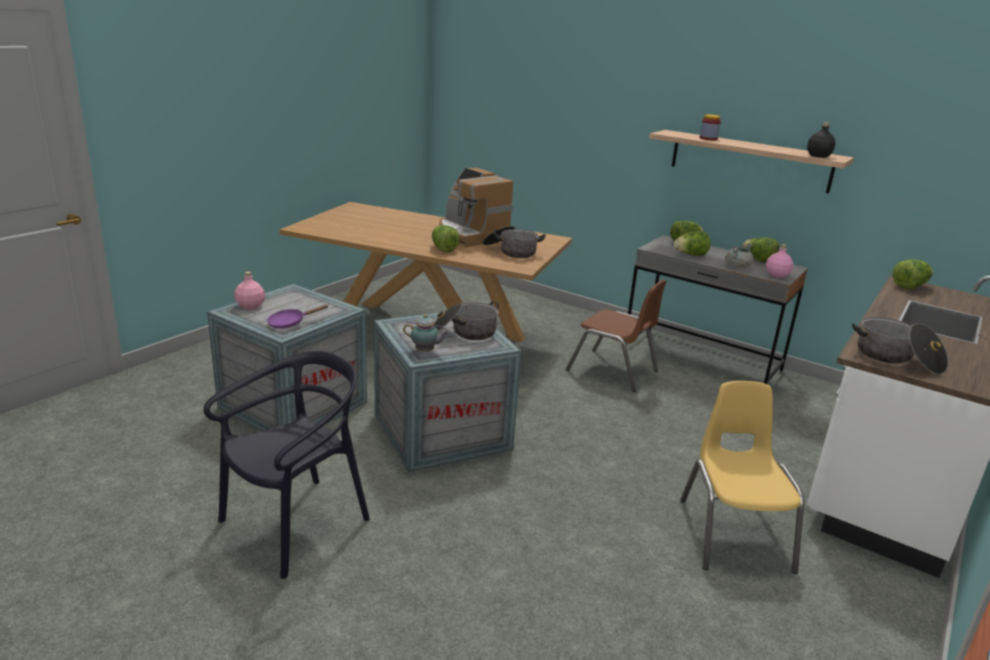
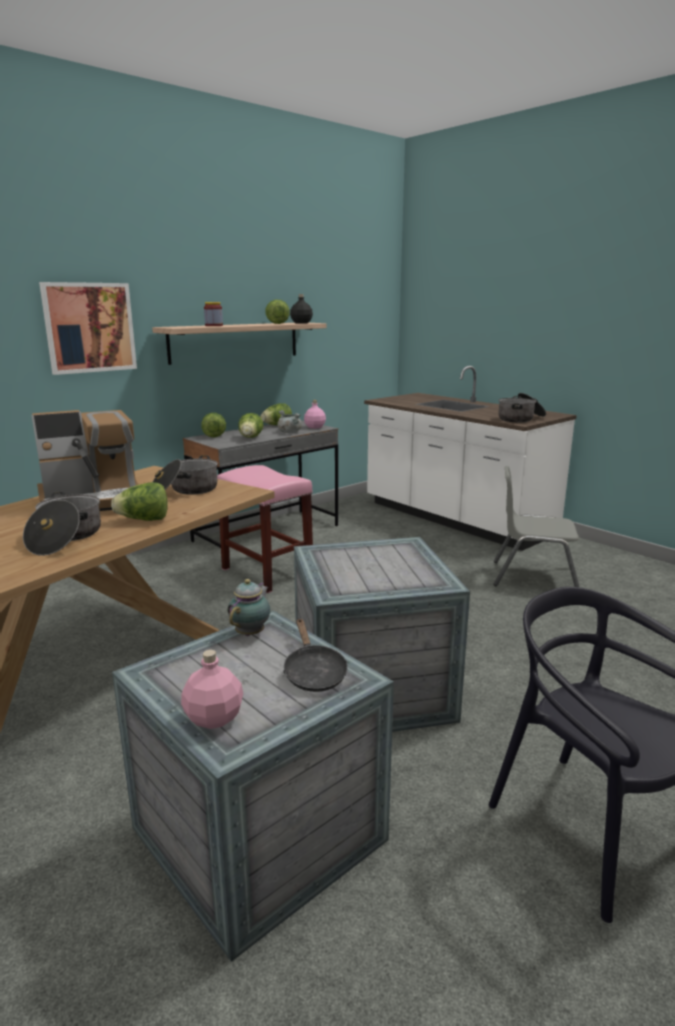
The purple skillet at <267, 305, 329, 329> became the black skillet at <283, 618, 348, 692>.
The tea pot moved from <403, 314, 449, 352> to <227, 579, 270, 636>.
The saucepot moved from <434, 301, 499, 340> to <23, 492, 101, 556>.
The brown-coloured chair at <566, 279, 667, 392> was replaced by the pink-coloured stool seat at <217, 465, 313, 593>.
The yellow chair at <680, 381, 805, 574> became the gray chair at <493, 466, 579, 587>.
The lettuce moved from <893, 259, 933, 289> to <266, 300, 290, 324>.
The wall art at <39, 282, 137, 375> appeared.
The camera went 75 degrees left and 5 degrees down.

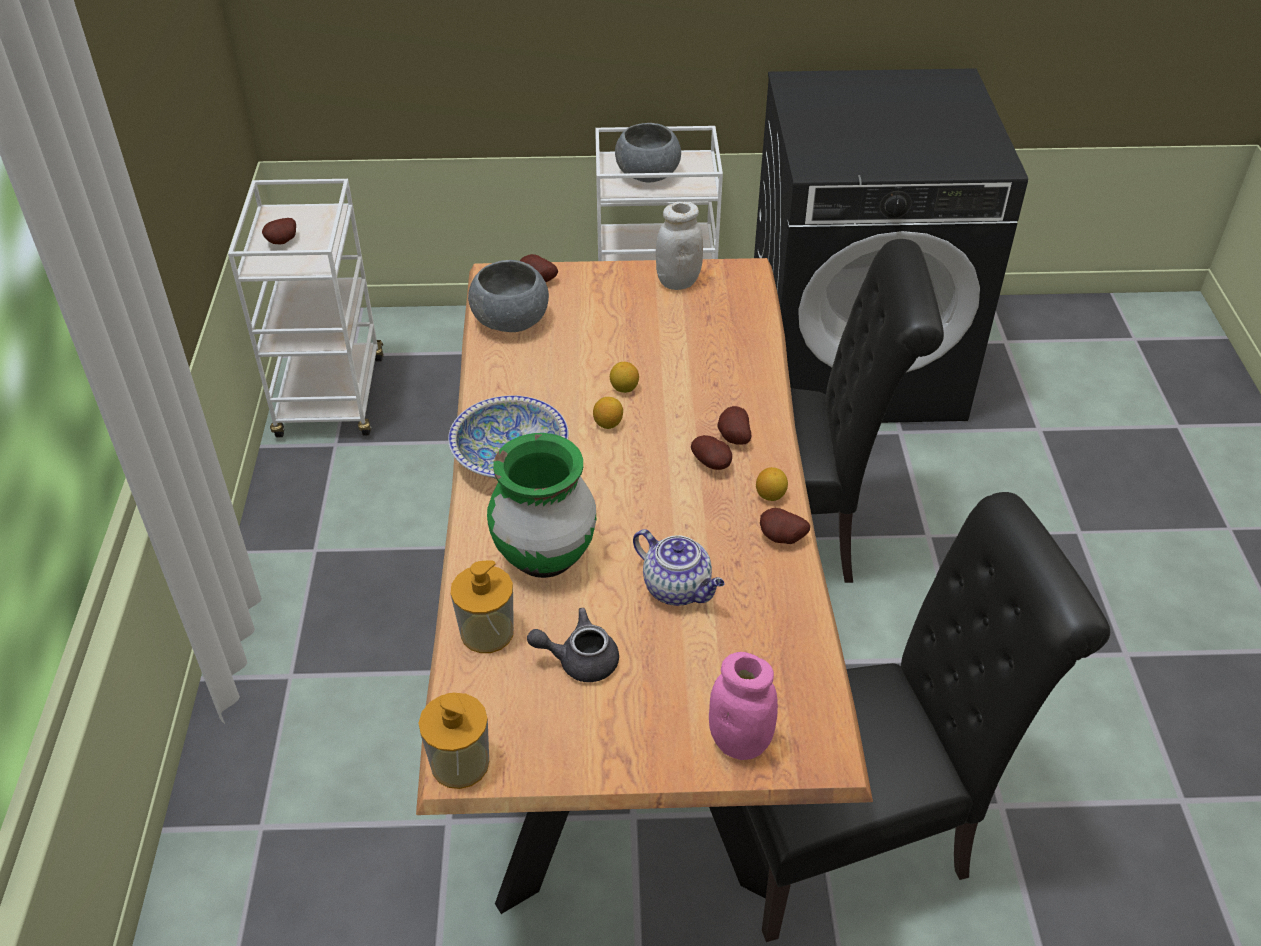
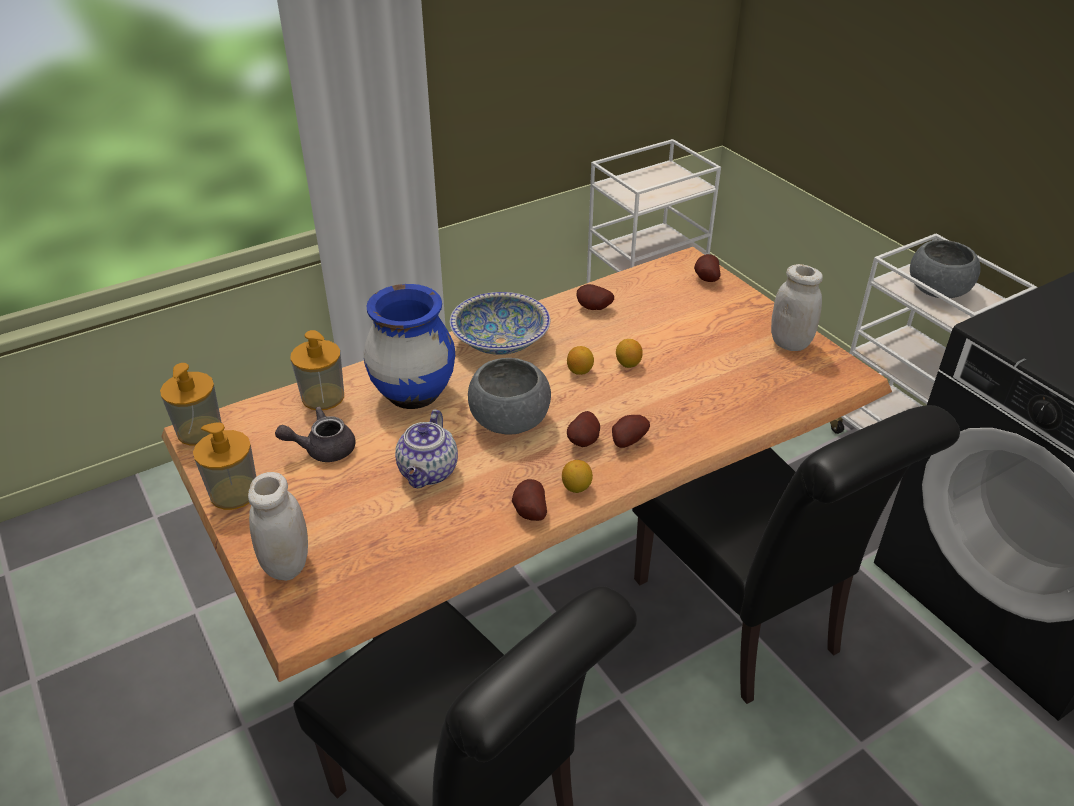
The potato moved from <262, 218, 296, 244> to <576, 284, 614, 310>.
The gray serving bowl moved from <468, 260, 549, 332> to <468, 358, 551, 435>.
The green-coloured flower vase at <487, 433, 596, 578> became the blue flower vase at <363, 284, 455, 409>.
The gray tea pot at <527, 608, 619, 682> turned 75 degrees counterclockwise.
The pink-coloured preserve jar at <709, 652, 778, 760> became the whitish preserve jar at <248, 472, 308, 581>.
The liquid soap bottle at <193, 422, 256, 510> appeared.
The camera went 60 degrees right and 5 degrees down.

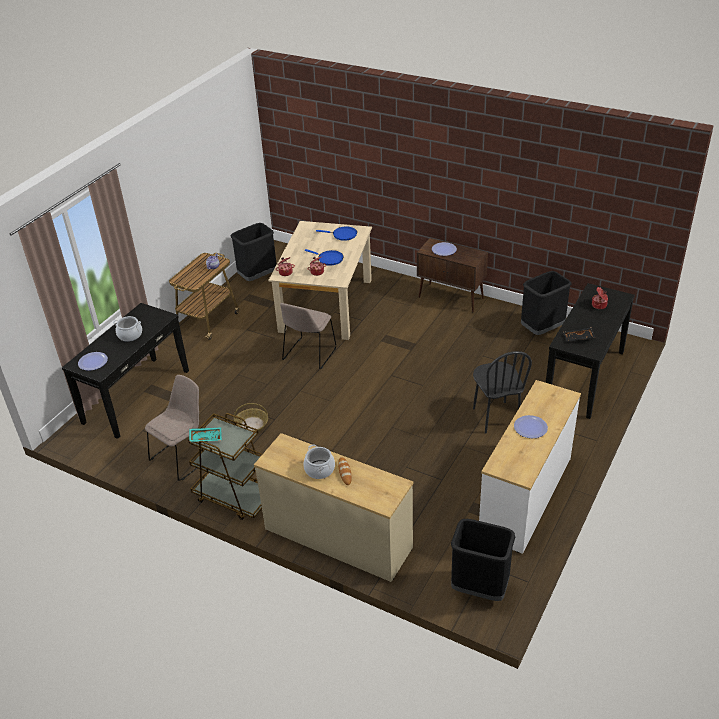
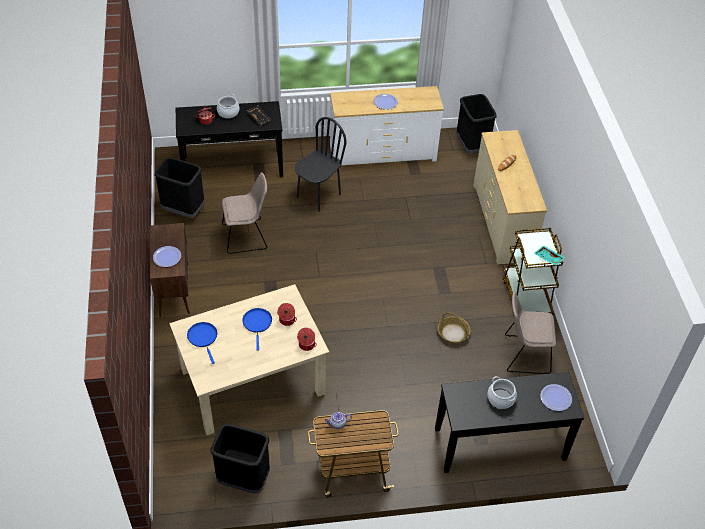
The beige-coloured chair moved from <280, 303, 336, 369> to <222, 172, 267, 254>.
The saucepot moved from <303, 444, 335, 479> to <217, 94, 239, 119>.
The camera went 130 degrees left and 10 degrees up.

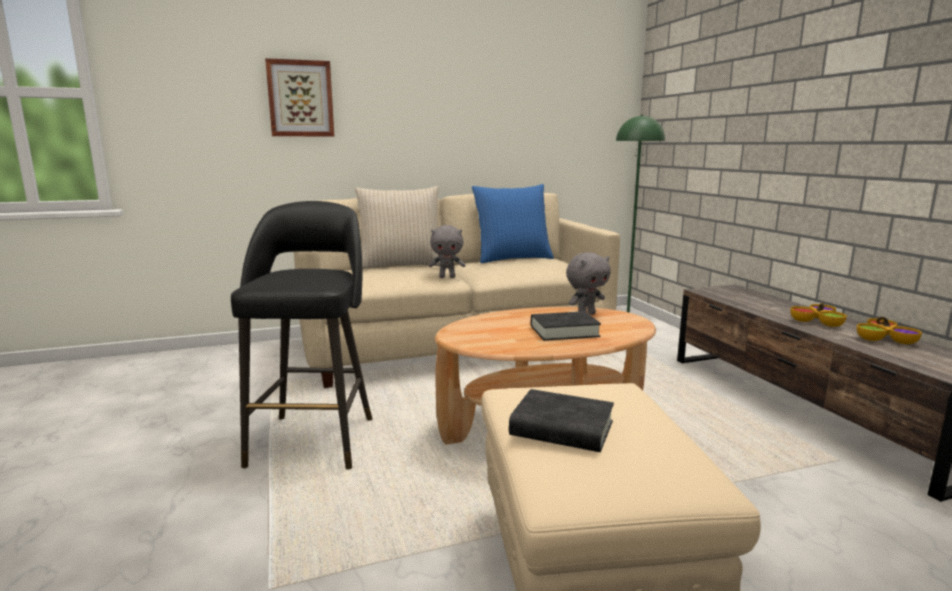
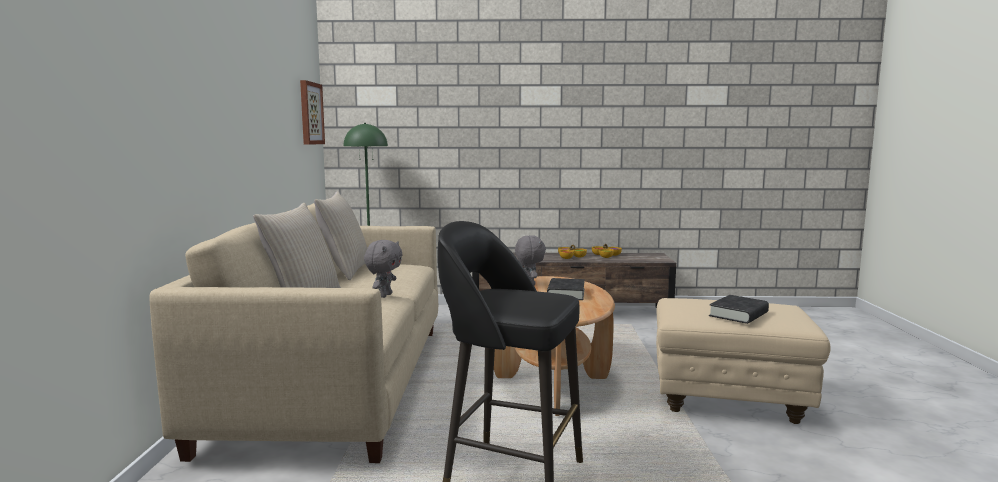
The wall art moved from <265, 58, 334, 137> to <300, 80, 325, 145>.
The blue cushion at <472, 184, 554, 263> became the beige-coloured cushion at <314, 191, 367, 280>.
The camera went 70 degrees left and 5 degrees down.

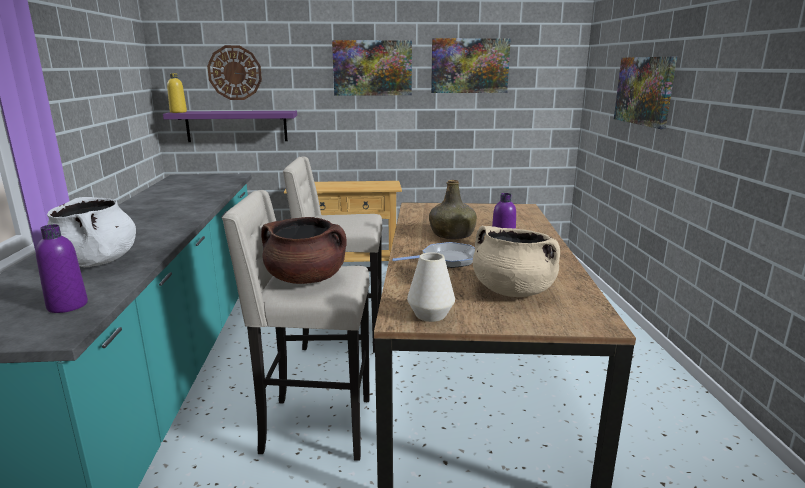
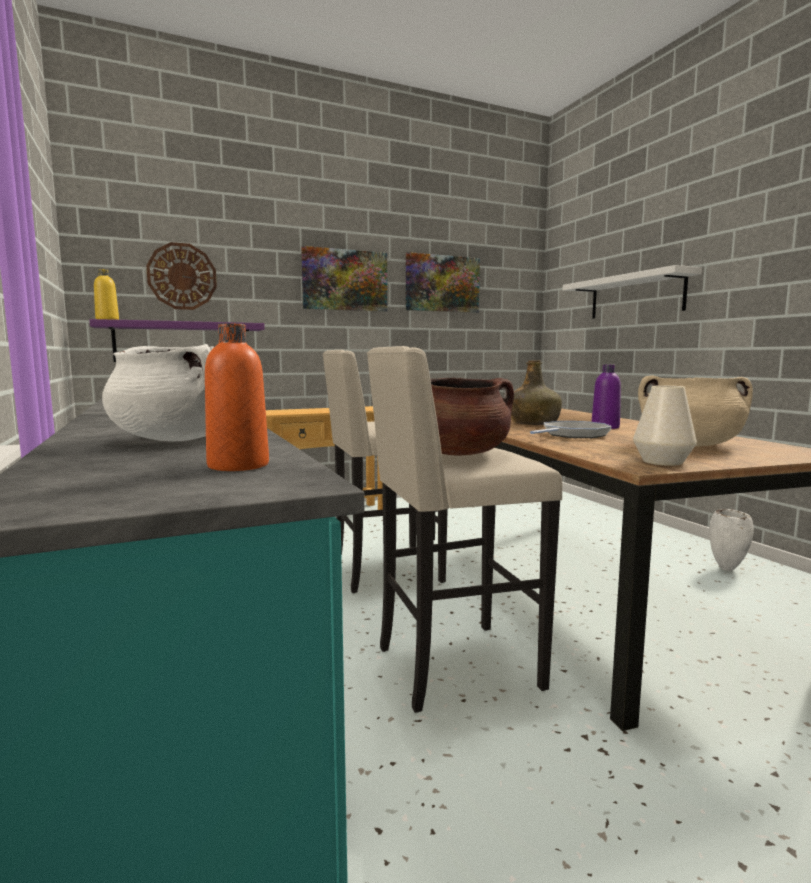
The purple drink bottle at <36, 224, 88, 313> became the orange-coloured drink bottle at <205, 323, 269, 471>.
The wall art at <614, 57, 677, 129> was replaced by the whitish bracket shelf at <563, 265, 702, 319>.
The whitish flower vase at <709, 509, 754, 571> appeared.
The camera went 20 degrees left and 10 degrees down.

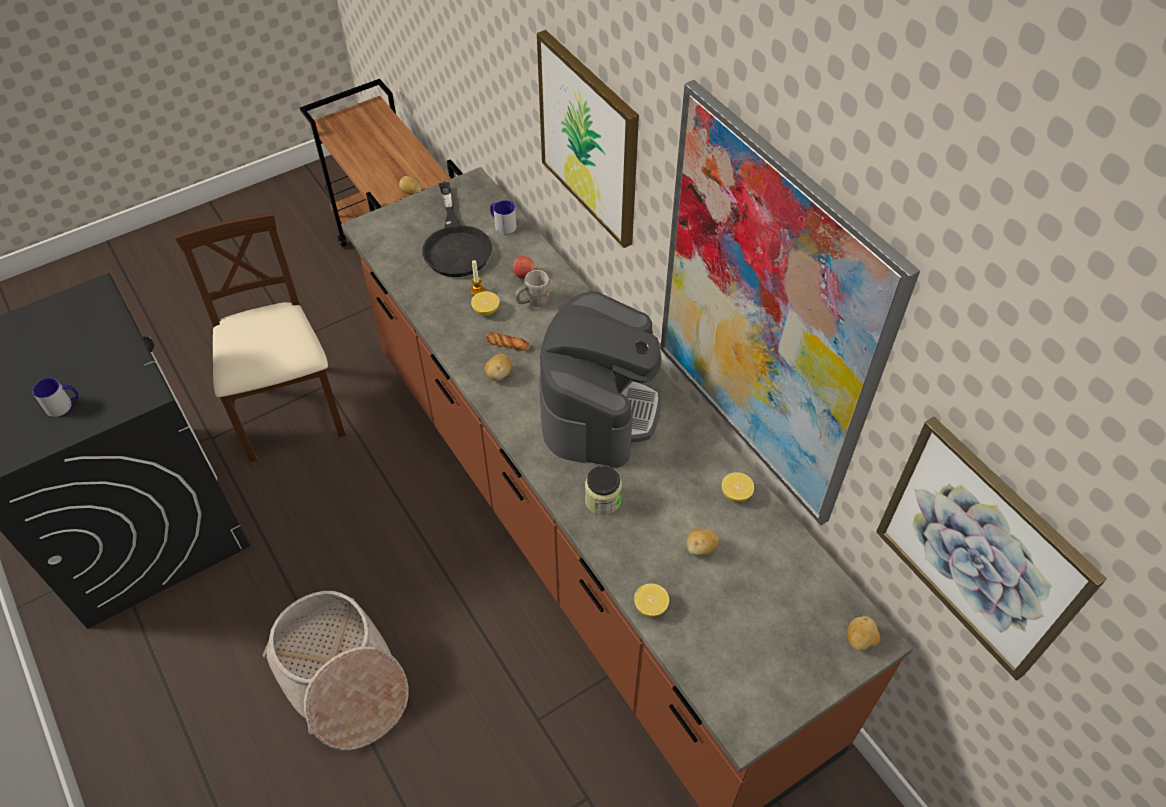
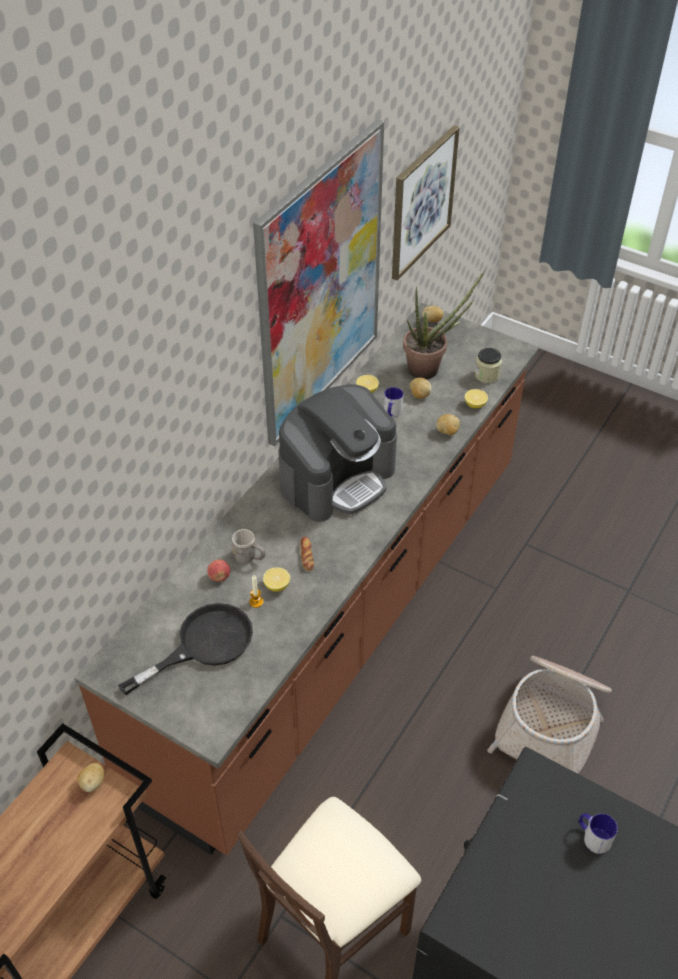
The potato moved from <485, 354, 512, 381> to <436, 414, 460, 435>.
The mug moved from <490, 200, 516, 234> to <384, 387, 404, 417>.
The wall art at <537, 30, 639, 248> disappeared.
The coffee maker at <539, 292, 662, 468> turned 150 degrees clockwise.
The preserve jar moved from <585, 466, 622, 515> to <475, 348, 502, 383>.
The houseplant at <403, 270, 485, 379> appeared.
The camera went 115 degrees left and 5 degrees down.

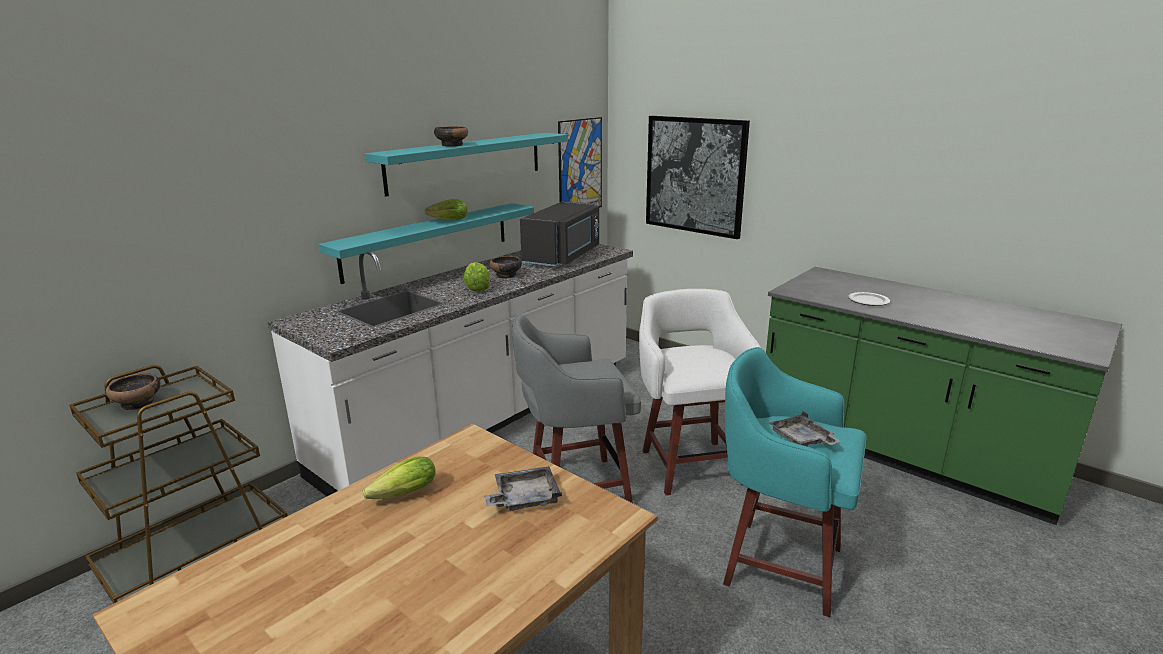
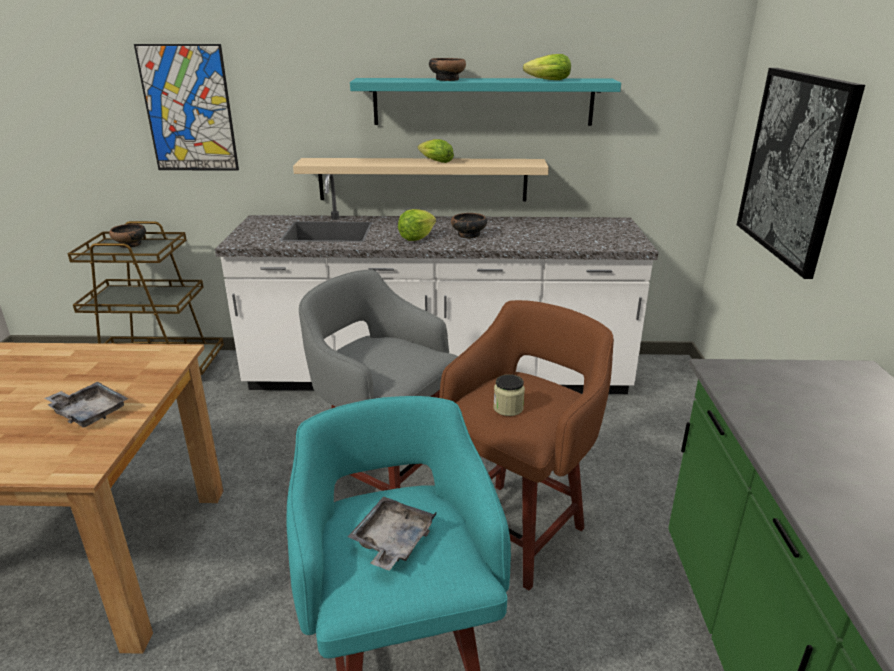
The turquoise bracket shelf at <318, 203, 534, 284> became the beige-coloured bracket shelf at <293, 158, 549, 201>.
The lettuce moved from <363, 457, 436, 499> to <523, 54, 571, 80>.
The black kitchen microwave at <520, 201, 599, 266> disappeared.
The wall art moved from <558, 117, 602, 208> to <134, 44, 239, 171>.
The whitish stool seat at <639, 289, 761, 495> became the brown-coloured stool seat at <439, 300, 614, 590>.
The plate at <848, 292, 890, 306> disappeared.
The preserve jar at <493, 374, 525, 416> appeared.
The camera went 50 degrees right and 5 degrees up.

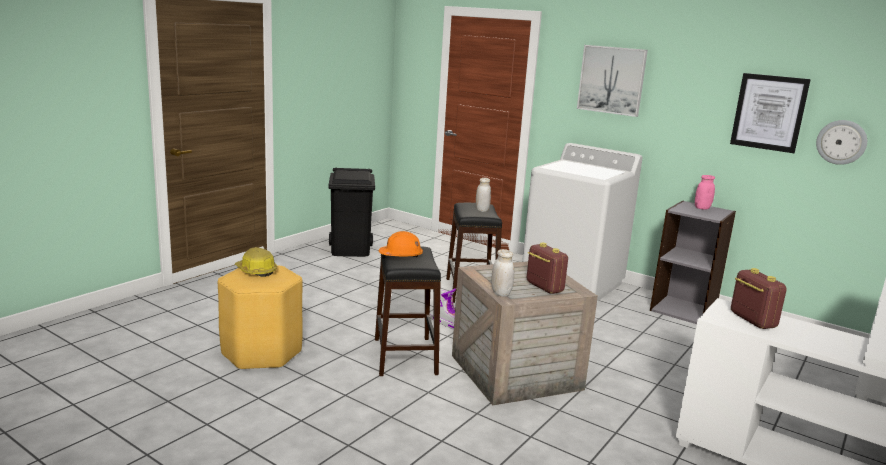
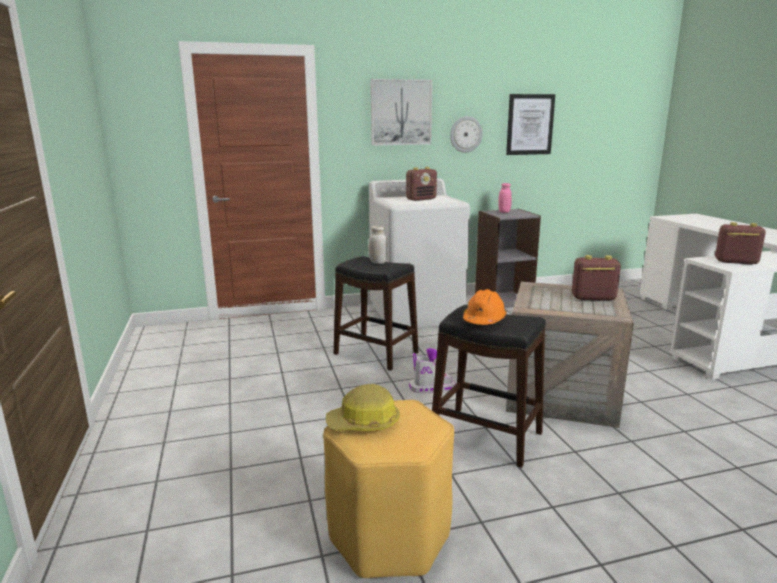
The black trash can at <328, 167, 375, 257> disappeared.
The whitish preserve jar at <491, 249, 514, 297> disappeared.
The wall clock moved from <816, 120, 867, 165> to <450, 116, 483, 153>.
The radio receiver at <406, 167, 437, 201> appeared.
The camera went 50 degrees left and 0 degrees up.

